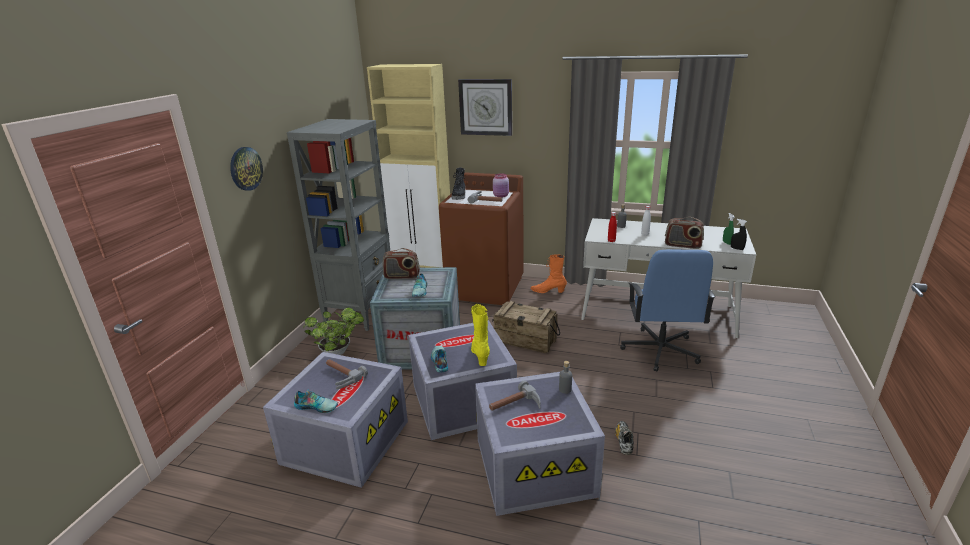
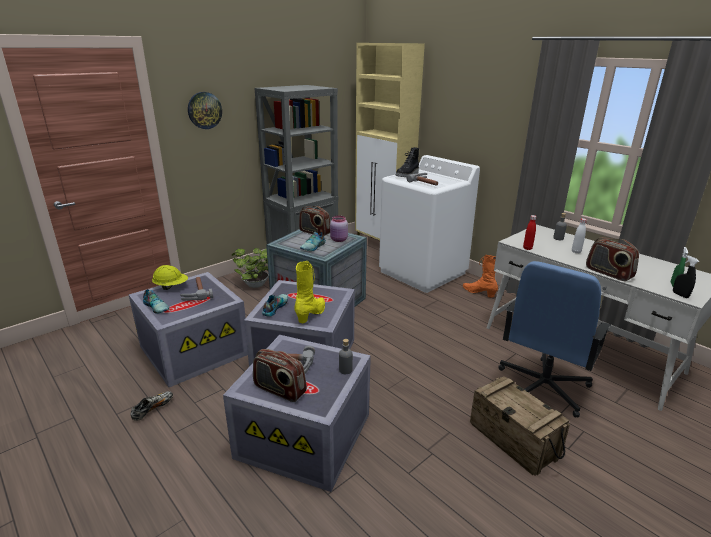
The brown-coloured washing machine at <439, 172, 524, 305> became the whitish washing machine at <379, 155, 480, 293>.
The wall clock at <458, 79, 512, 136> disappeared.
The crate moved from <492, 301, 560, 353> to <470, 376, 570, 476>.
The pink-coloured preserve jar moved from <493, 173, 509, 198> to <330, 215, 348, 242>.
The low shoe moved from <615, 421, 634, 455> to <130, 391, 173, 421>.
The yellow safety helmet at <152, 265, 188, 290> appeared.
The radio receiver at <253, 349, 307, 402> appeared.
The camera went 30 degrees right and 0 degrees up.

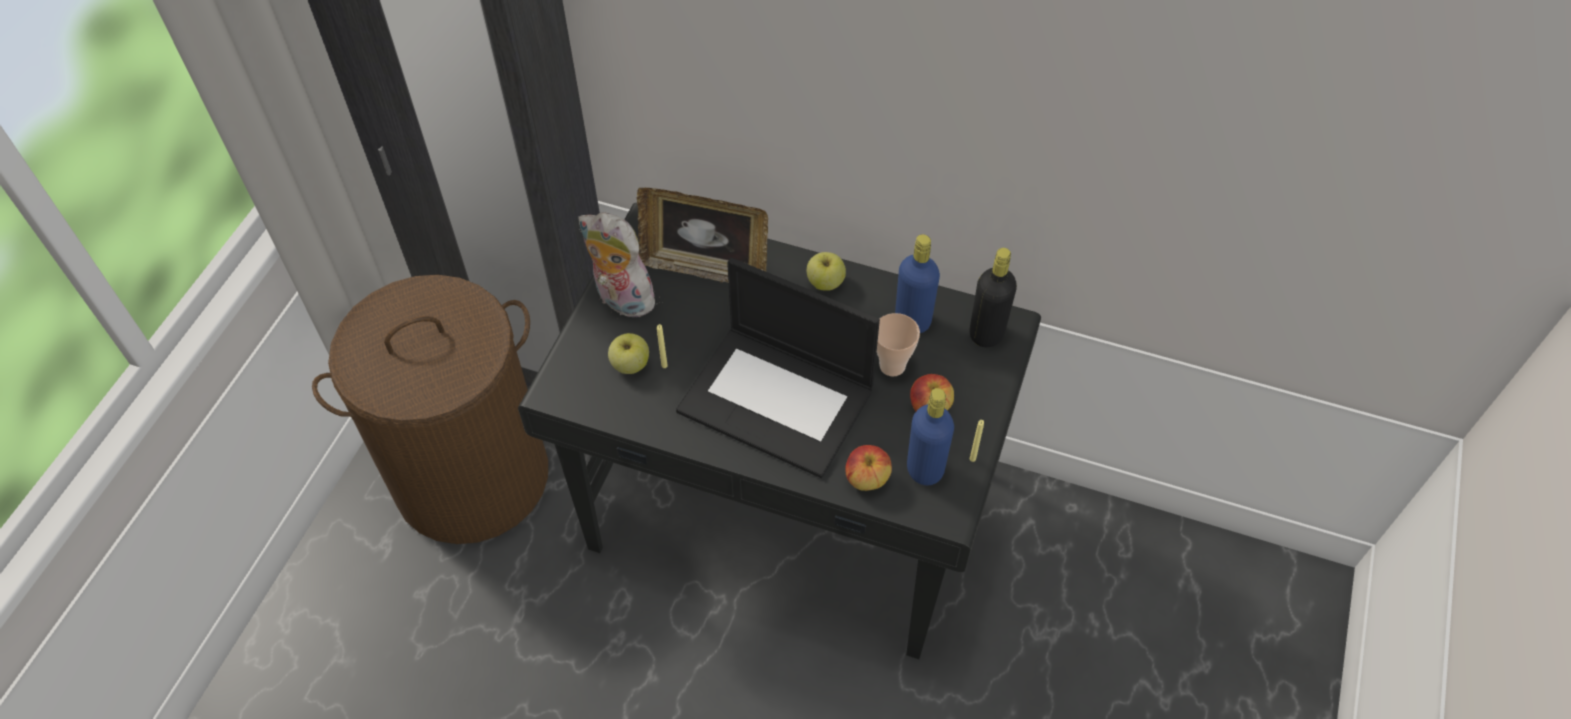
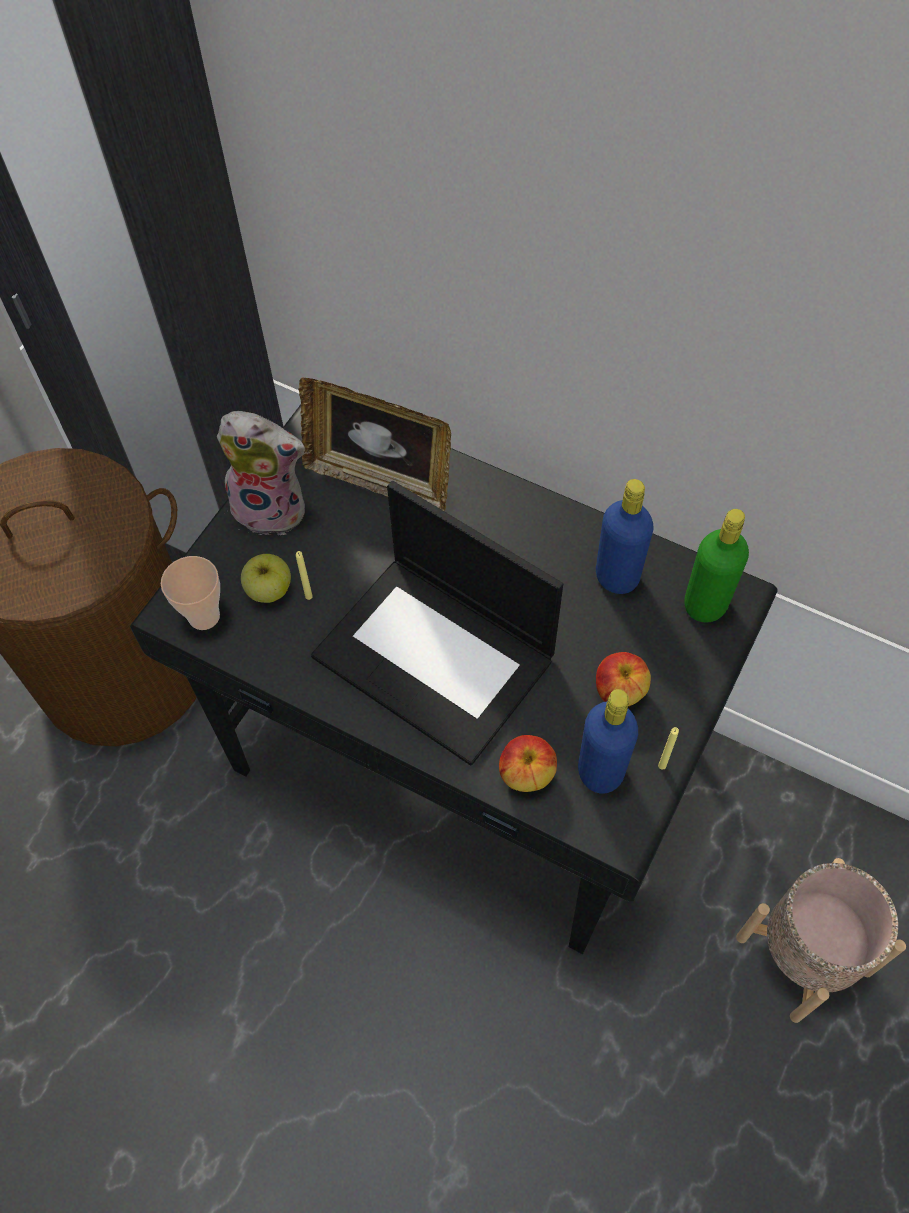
The plush toy at <578, 212, 655, 317> turned 150 degrees clockwise.
The whole apple at <807, 252, 846, 291> disappeared.
The small cup moved from <877, 313, 920, 376> to <161, 556, 220, 630>.
The black drink bottle at <969, 248, 1017, 347> became the green-coloured drink bottle at <684, 509, 749, 623>.
The beige-coloured planter at <736, 858, 906, 1023> appeared.
The camera went 10 degrees right and 5 degrees up.

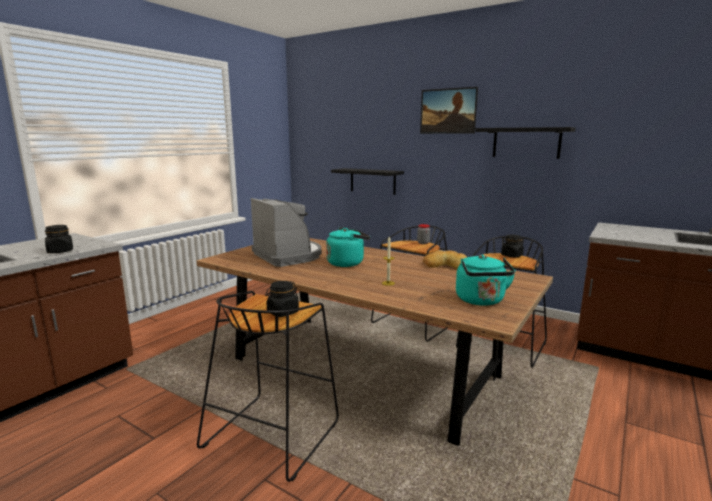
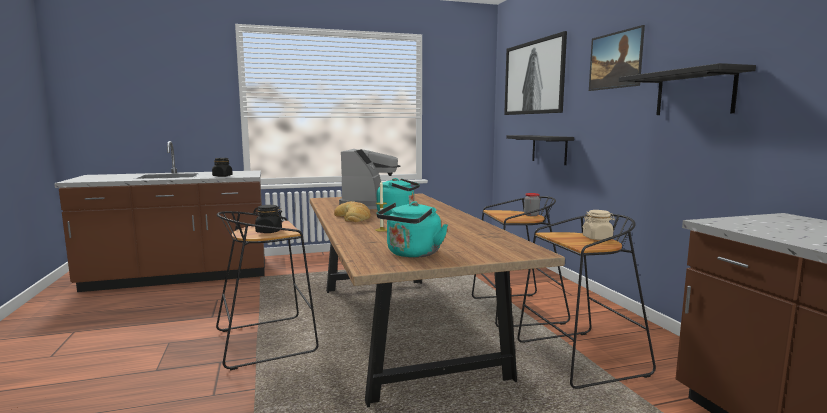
The bread moved from <423, 250, 467, 270> to <334, 201, 371, 222>.
The black preserve jar at <501, 234, 524, 257> became the beige-coloured preserve jar at <583, 210, 615, 240>.
The wall art at <504, 31, 567, 115> appeared.
The camera went 40 degrees right and 5 degrees down.

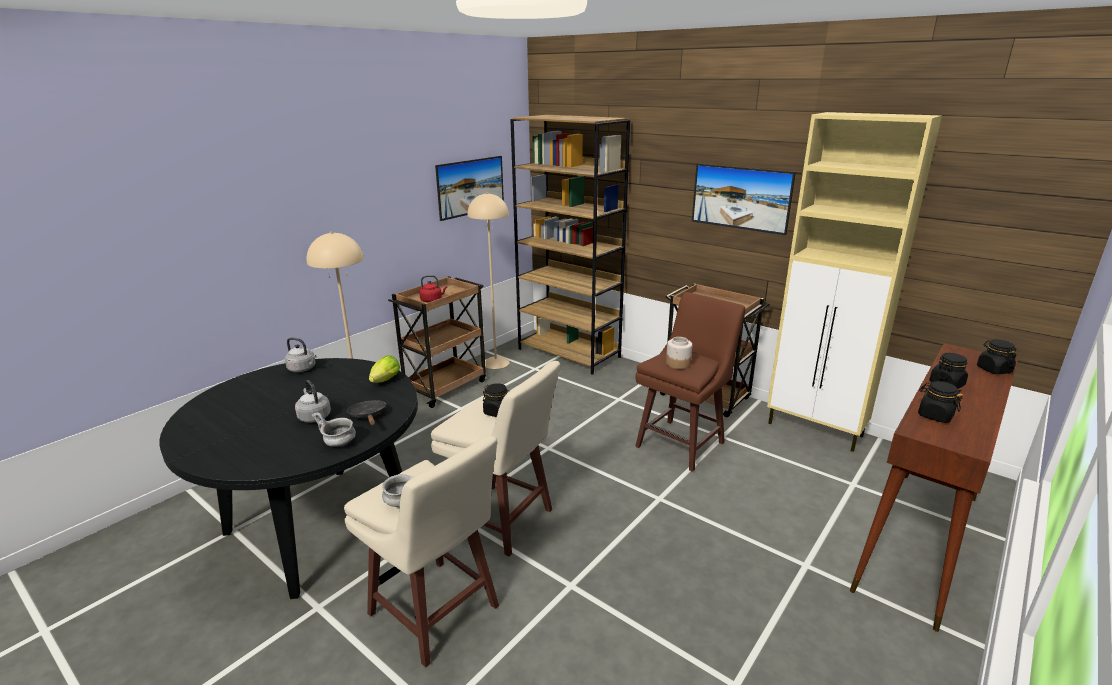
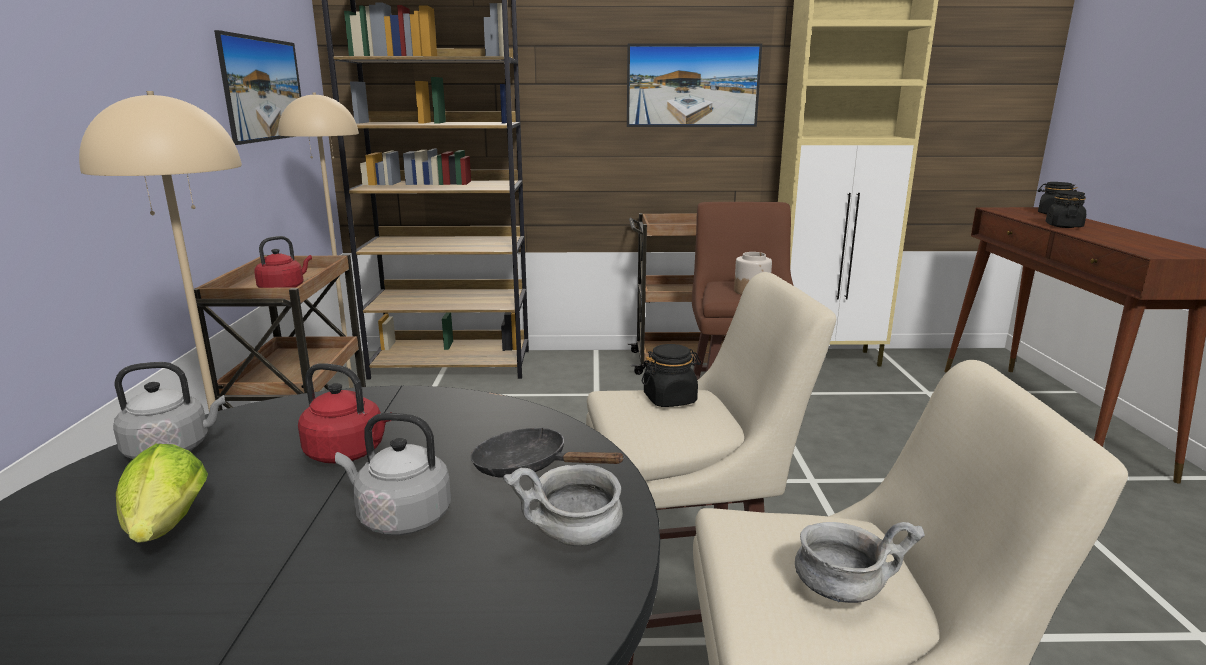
The lettuce moved from <369, 355, 400, 383> to <116, 444, 208, 543>.
The black preserve jar at <918, 381, 963, 423> disappeared.
The red kettle at <298, 363, 392, 463> appeared.
The camera went 40 degrees left and 5 degrees down.

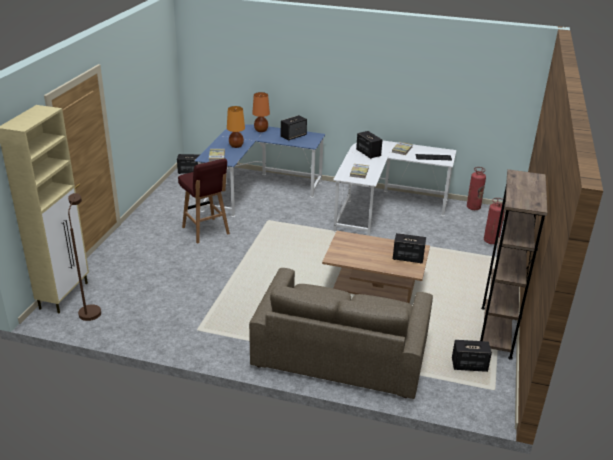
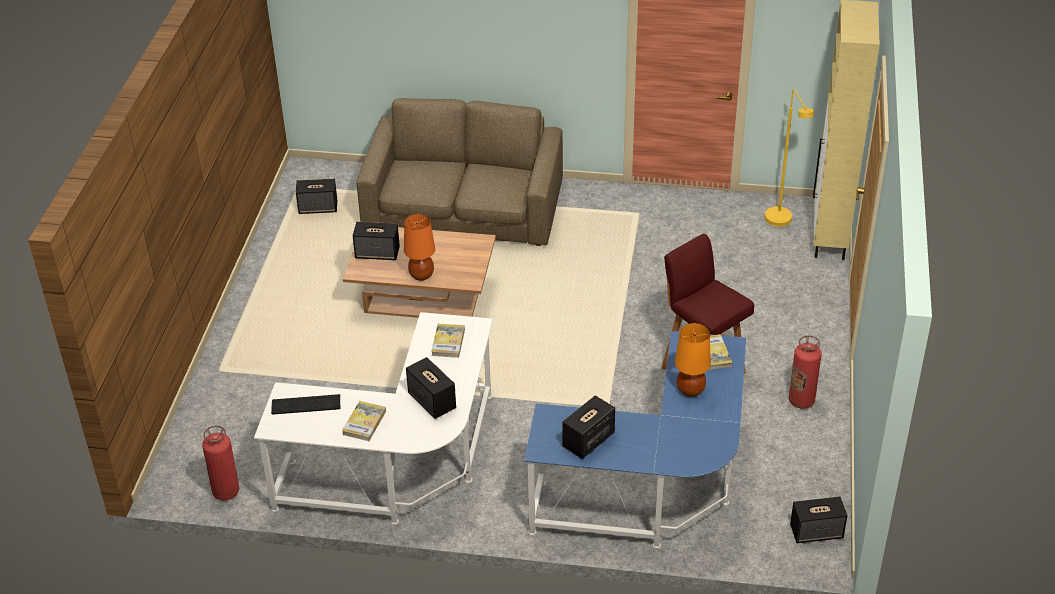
The brown-coloured floor lamp at <68, 193, 101, 321> became the yellow floor lamp at <765, 89, 814, 227>.
The orange-coloured lamp for a table moved from <252, 92, 270, 132> to <404, 214, 435, 281>.
The brown-coloured bookshelf at <480, 169, 548, 360> disappeared.
The fire-fighting cylinder moved from <484, 198, 504, 244> to <789, 335, 822, 409>.
The camera went 175 degrees right and 10 degrees up.

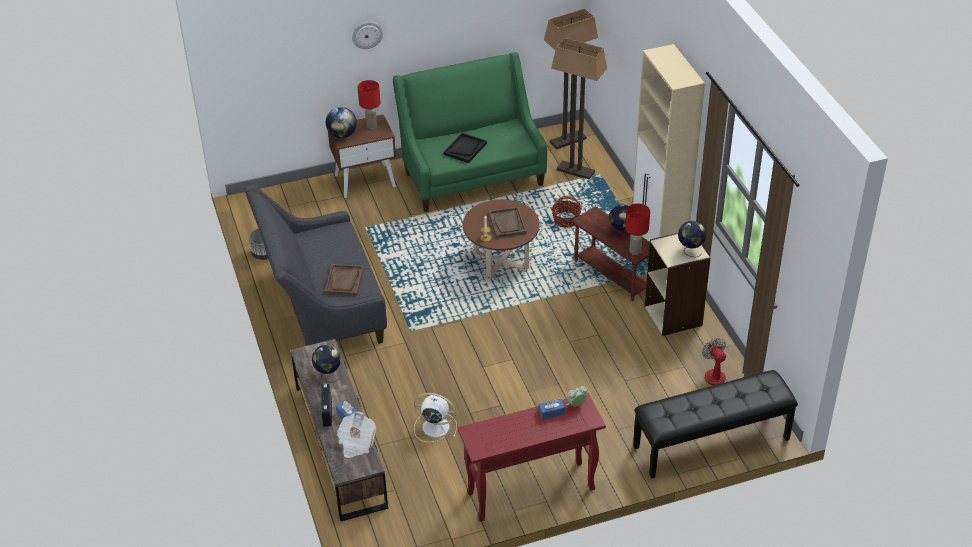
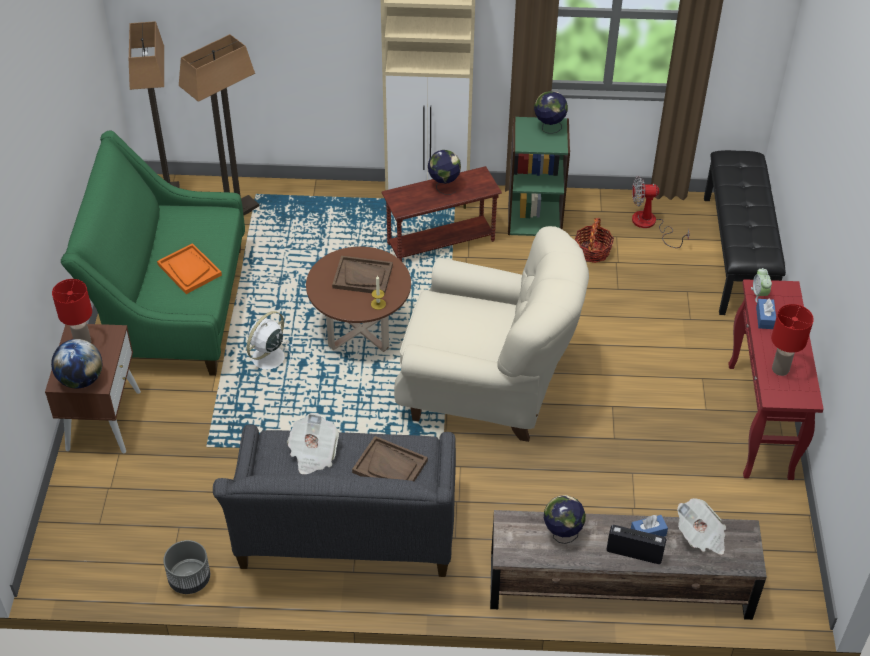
The wall clock at <352, 22, 383, 49> disappeared.
The whitish electric fan moved from <414, 393, 457, 442> to <247, 311, 293, 369>.
The black serving tray at <443, 133, 487, 163> became the orange-coloured serving tray at <157, 243, 222, 294>.
The storage basket moved from <551, 195, 582, 228> to <575, 218, 614, 263>.
The red lamp for a table moved from <625, 204, 650, 255> to <771, 304, 814, 376>.
The beige-coloured bookshelf at <645, 233, 711, 336> became the green-coloured bookshelf at <508, 116, 570, 236>.
The daily paper at <287, 413, 339, 474> appeared.
The beige-coloured lounge chair at <394, 226, 589, 442> appeared.
The camera went 70 degrees left and 5 degrees up.

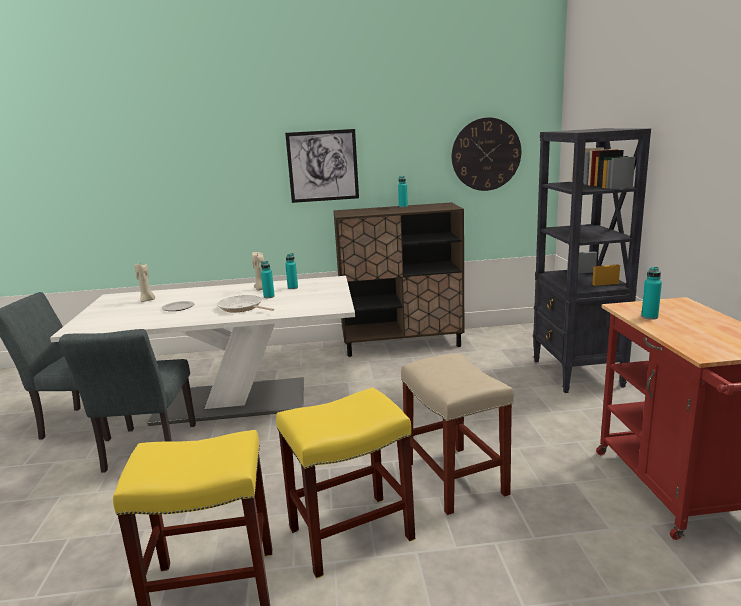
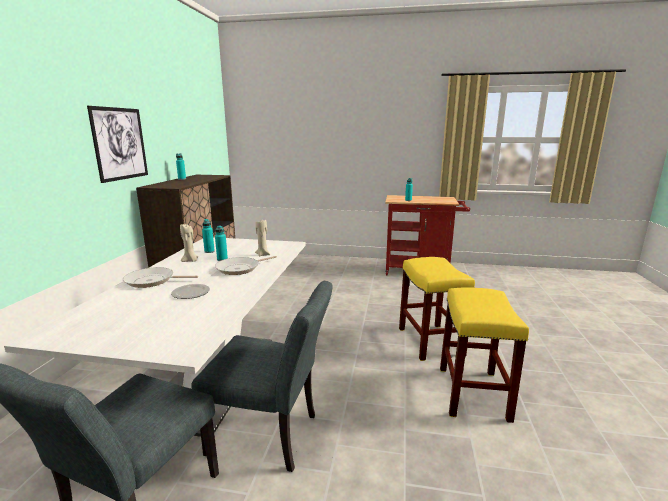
The beige-coloured candle moved from <134, 263, 155, 302> to <255, 220, 270, 257>.
The beige-coloured stool seat at <401, 353, 514, 515> disappeared.
The wall clock at <452, 117, 521, 191> disappeared.
The black bookshelf at <533, 128, 651, 393> disappeared.
The skillet at <123, 267, 198, 288> appeared.
The camera went 75 degrees left and 0 degrees up.

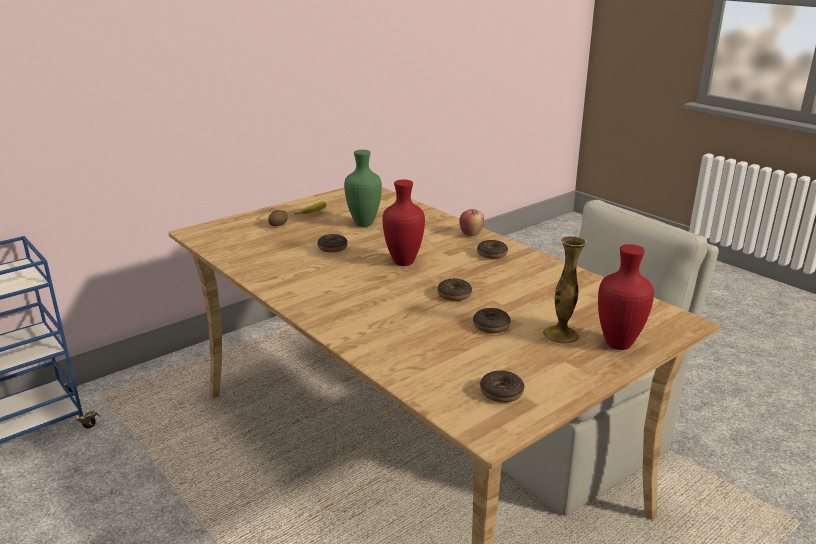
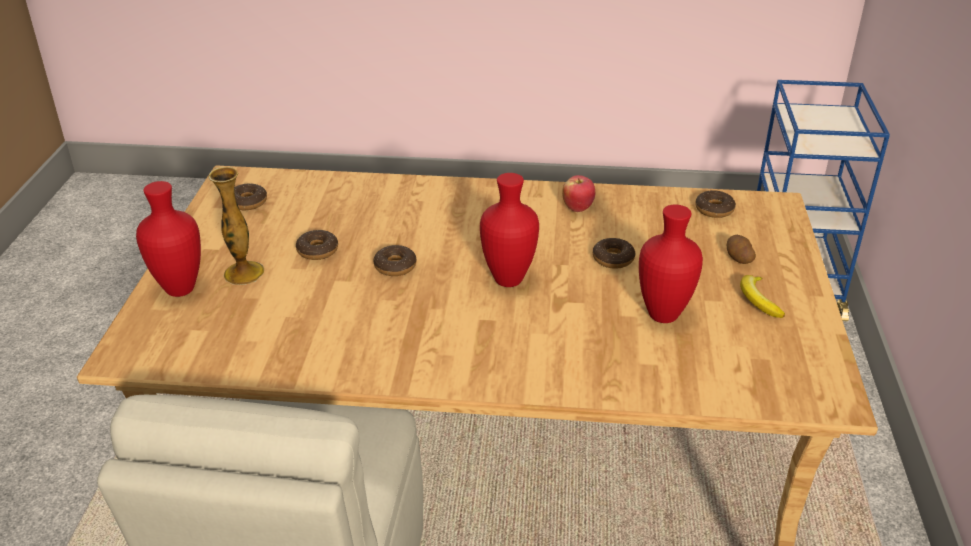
The green-coloured flower vase at <344, 150, 382, 227> became the red flower vase at <639, 204, 703, 323>.
The whole apple moved from <459, 209, 484, 236> to <562, 175, 595, 212>.
The ring doughnut moved from <477, 240, 508, 259> to <695, 190, 736, 218>.
The camera went 135 degrees right and 10 degrees up.

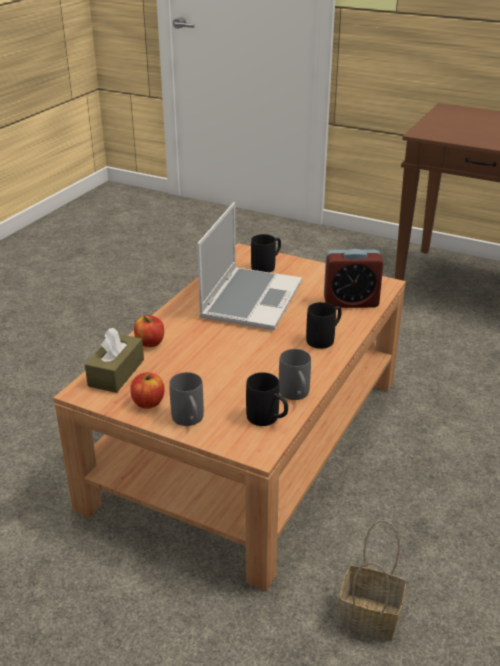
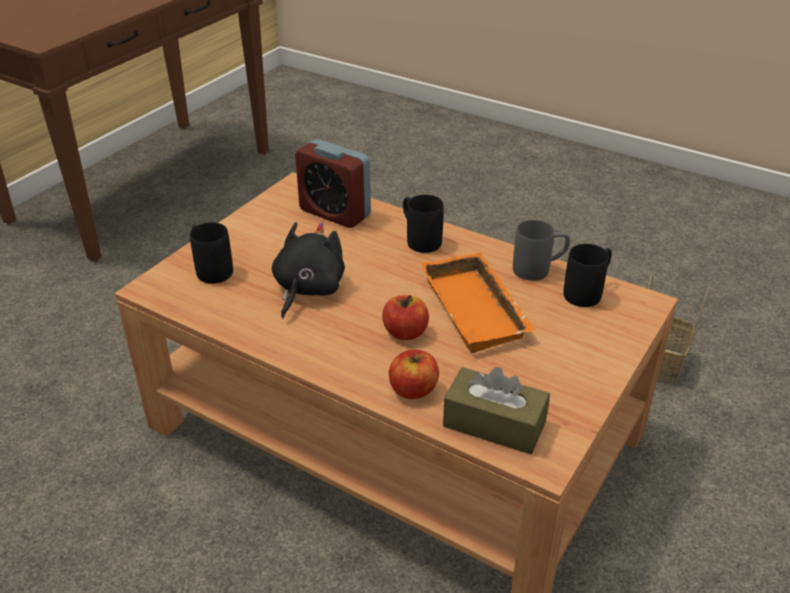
The whole apple moved from <130, 372, 165, 409> to <382, 295, 429, 340>.
The gray mug at <169, 372, 204, 426> disappeared.
The portable computer at <197, 202, 302, 330> was replaced by the black plush toy at <272, 222, 345, 318>.
The table clock at <324, 249, 384, 308> turned 120 degrees clockwise.
The orange-coloured serving tray at <421, 252, 536, 353> appeared.
The camera went 85 degrees left and 5 degrees up.

